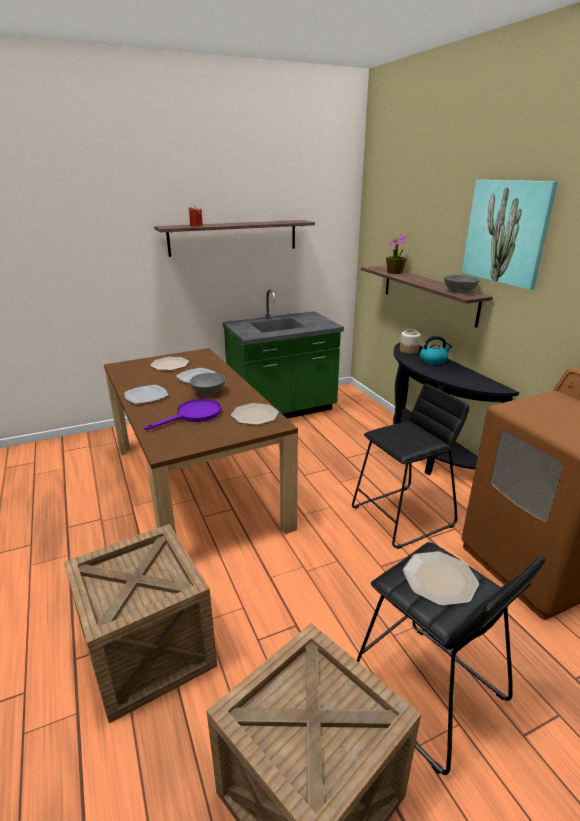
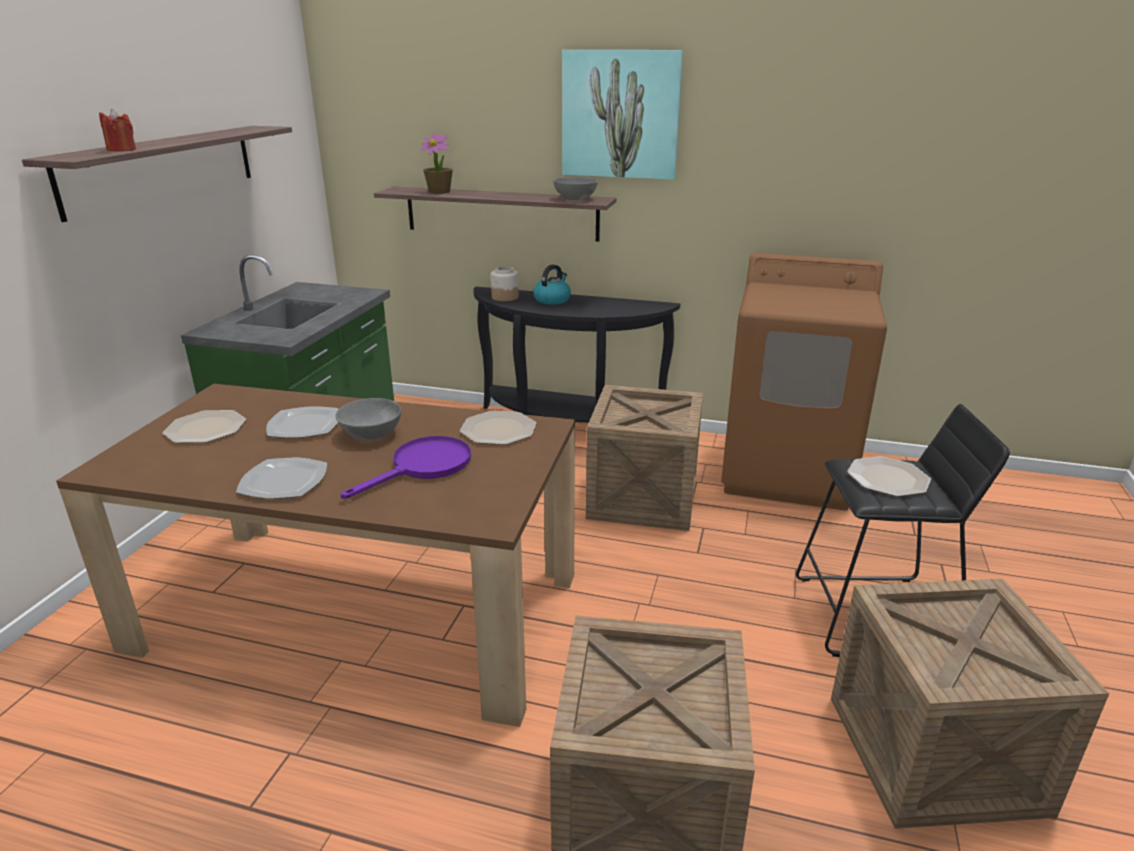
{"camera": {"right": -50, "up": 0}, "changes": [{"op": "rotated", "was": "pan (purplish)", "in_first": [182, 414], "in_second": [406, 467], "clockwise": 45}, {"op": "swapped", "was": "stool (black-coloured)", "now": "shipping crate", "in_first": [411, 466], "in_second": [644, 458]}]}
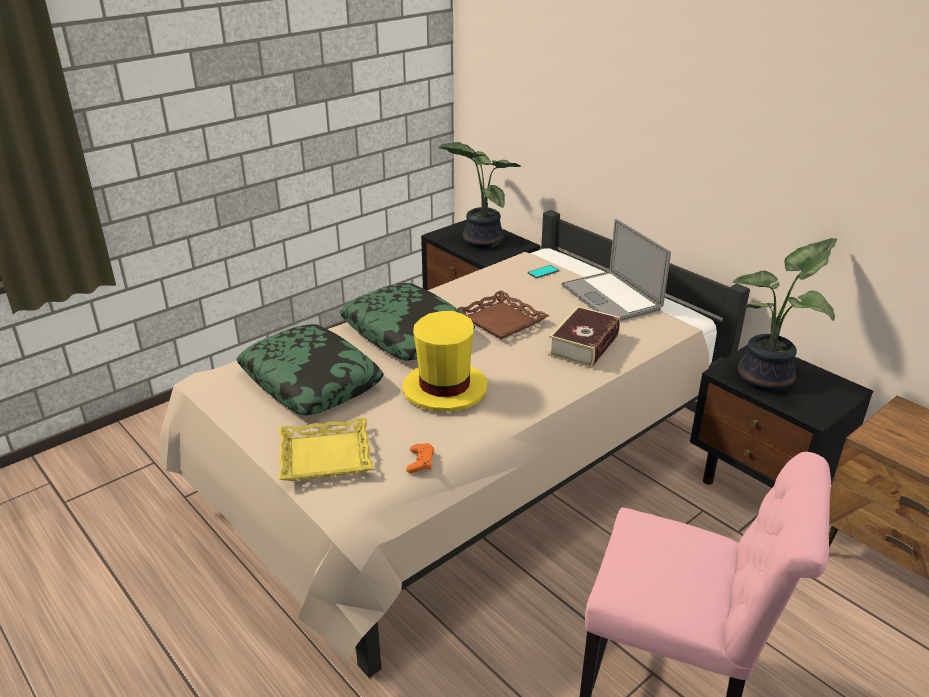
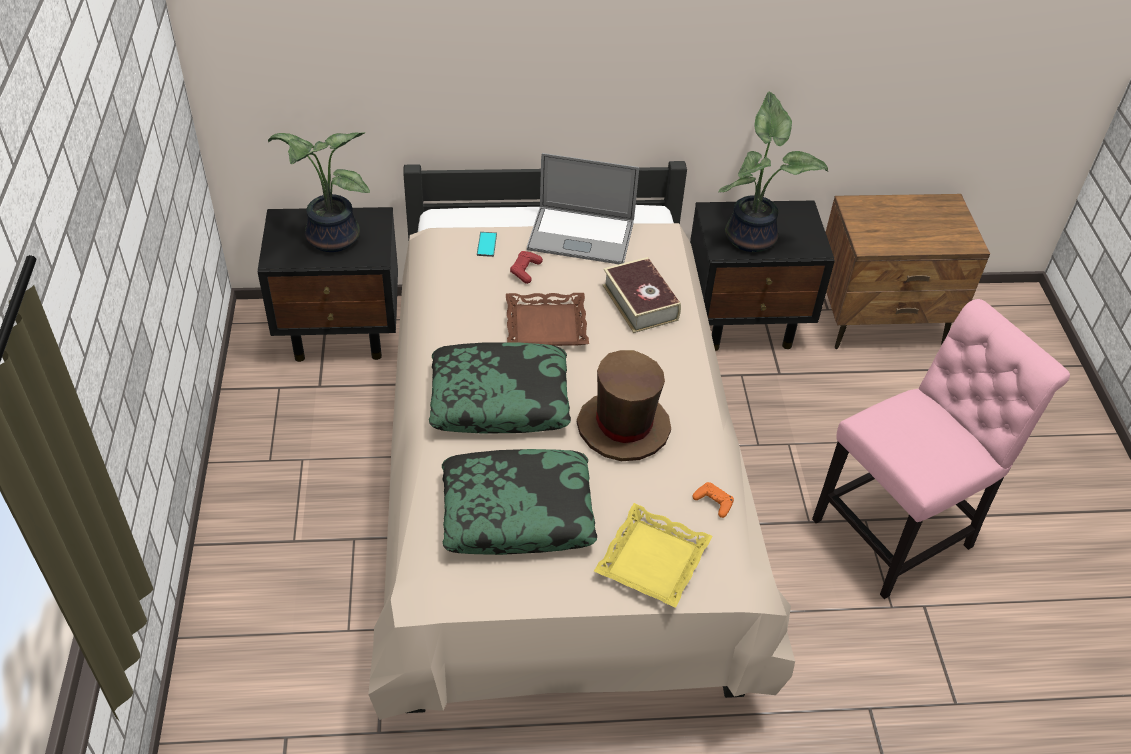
{"camera": {"right": -55, "up": 15}, "changes": [{"op": "new", "now": "gamepad (reddish)", "in_second": [526, 267]}, {"op": "repainted", "was": "wearable hat (yellowish)", "now": "wearable hat (brown-coloured)", "in_first": [444, 361], "in_second": [624, 405]}]}
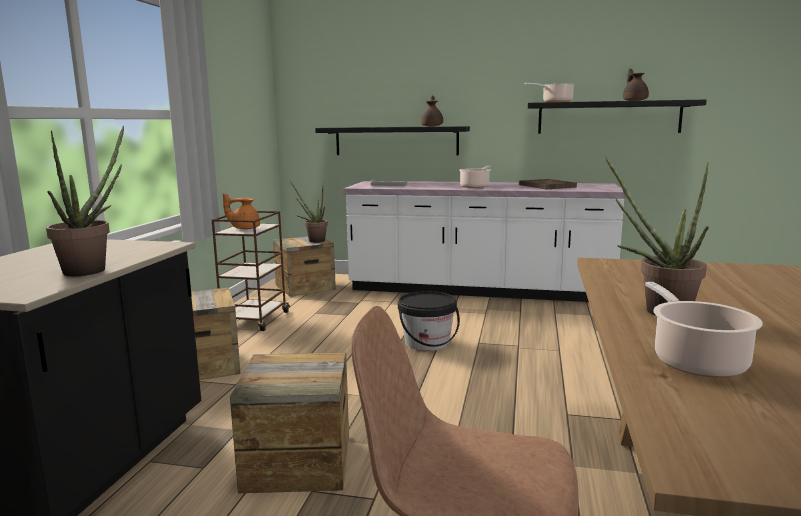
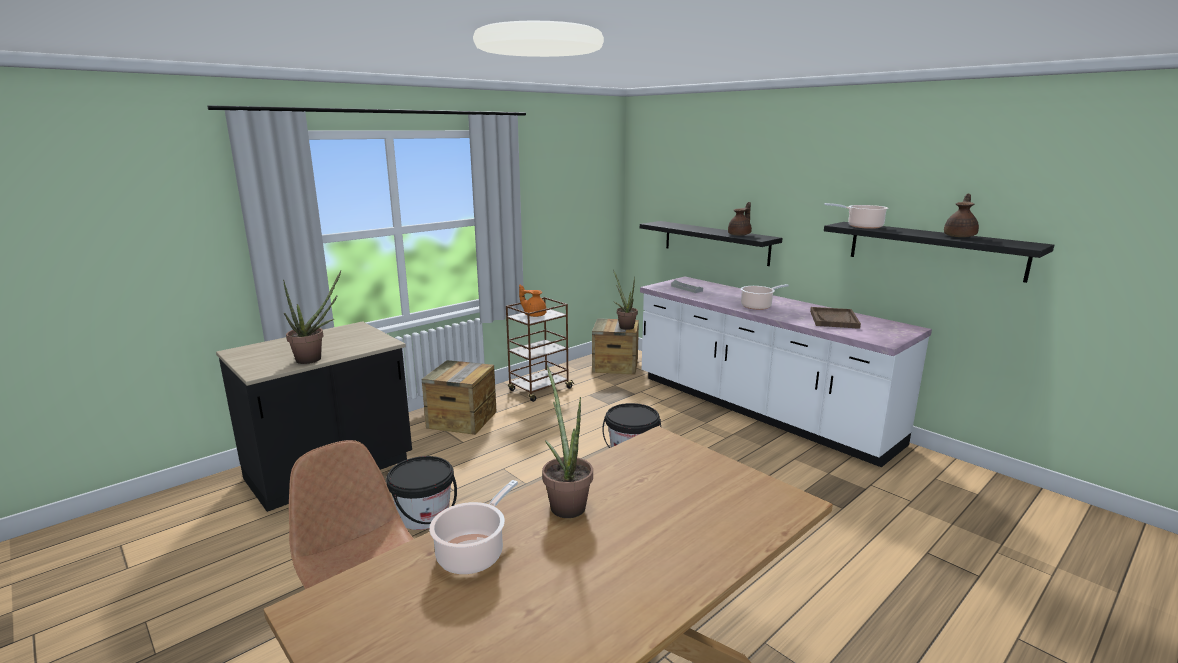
{"camera": {"right": 35, "up": 5}, "changes": [{"op": "swapped", "was": "shipping crate", "now": "pail (black-coloured)", "in_first": [289, 422], "in_second": [421, 493]}]}
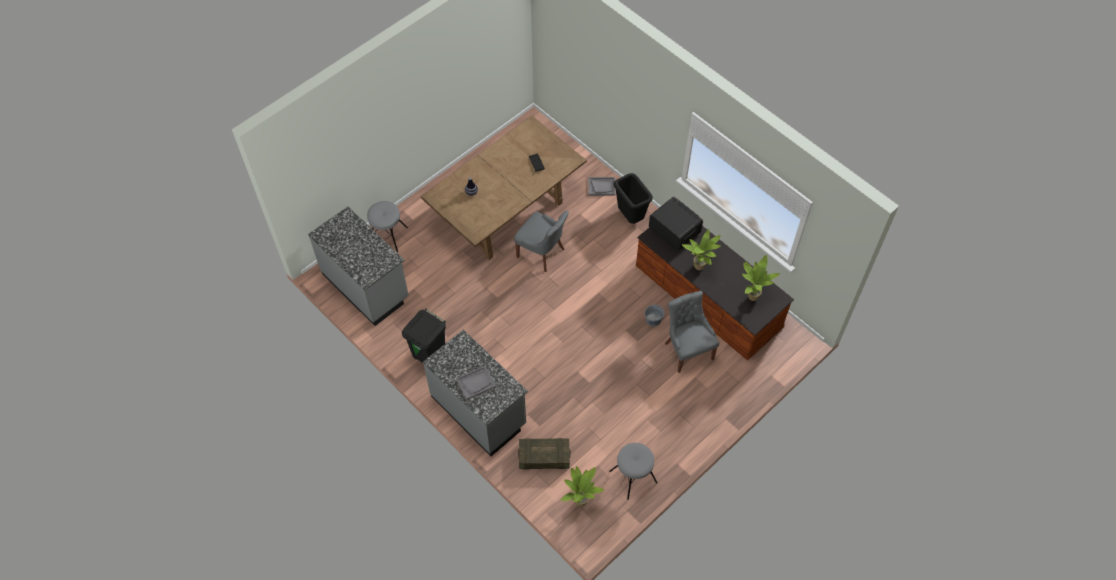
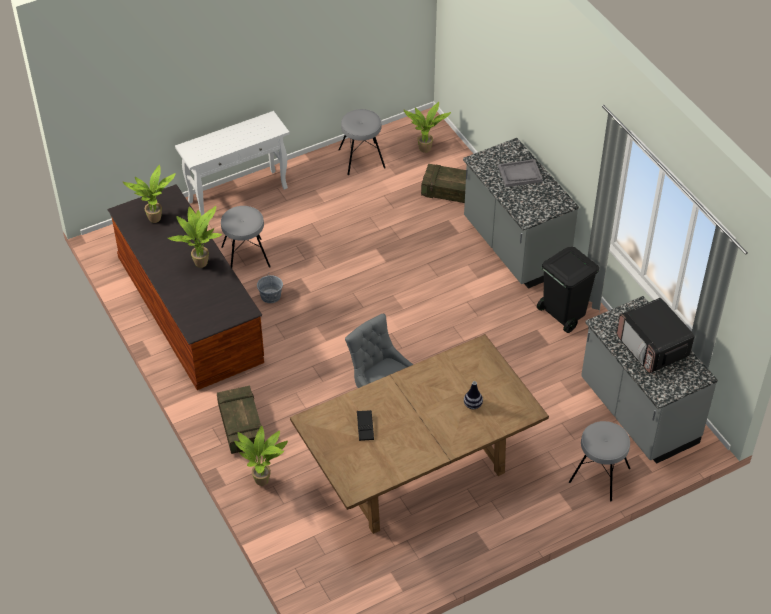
{"camera": {"right": -165, "up": -10}, "changes": [{"op": "new", "now": "narrow table (white-coloured)", "in_second": [232, 163]}, {"op": "swapped", "was": "trash can (black-coloured)", "now": "shipping crate", "in_first": [633, 198], "in_second": [241, 420]}, {"op": "swapped", "was": "chair (gray)", "now": "stool (gray)", "in_first": [692, 332], "in_second": [246, 237]}, {"op": "swapped", "was": "serving tray (gray)", "now": "houseplant", "in_first": [602, 186], "in_second": [261, 456]}, {"op": "shifted", "was": "microwave oven", "in_first": [676, 223], "in_second": [655, 335]}]}
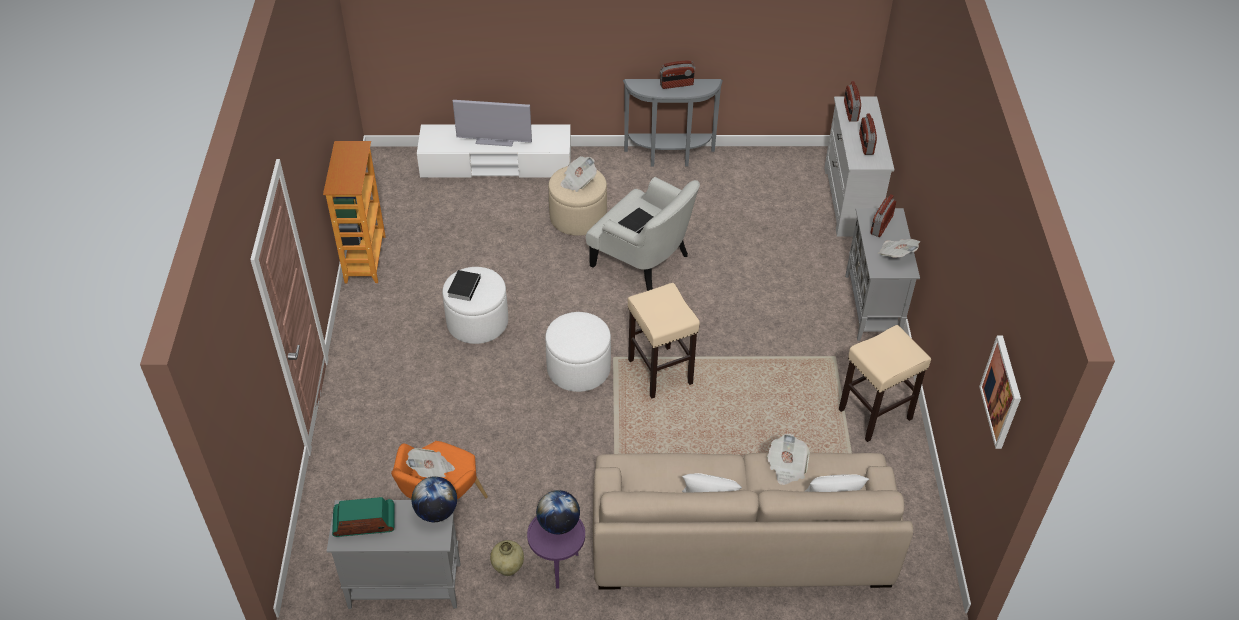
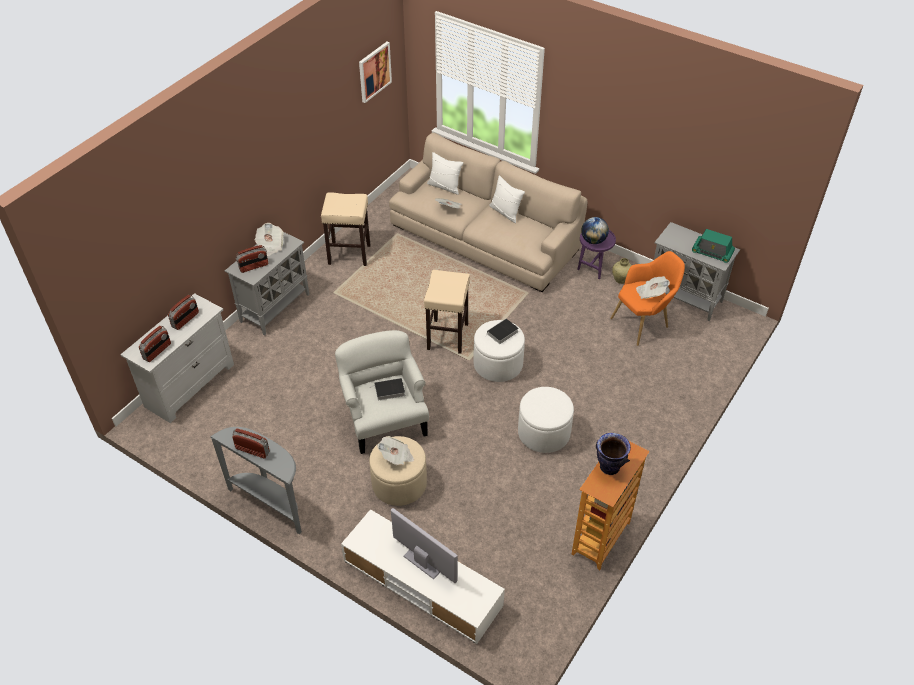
{"camera": {"right": -145, "up": 0}, "changes": [{"op": "shifted", "was": "bound book", "in_first": [464, 285], "in_second": [501, 331]}, {"op": "new", "now": "flower vase", "in_second": [613, 454]}, {"op": "gone", "was": "desk globe", "in_first": [434, 499]}]}
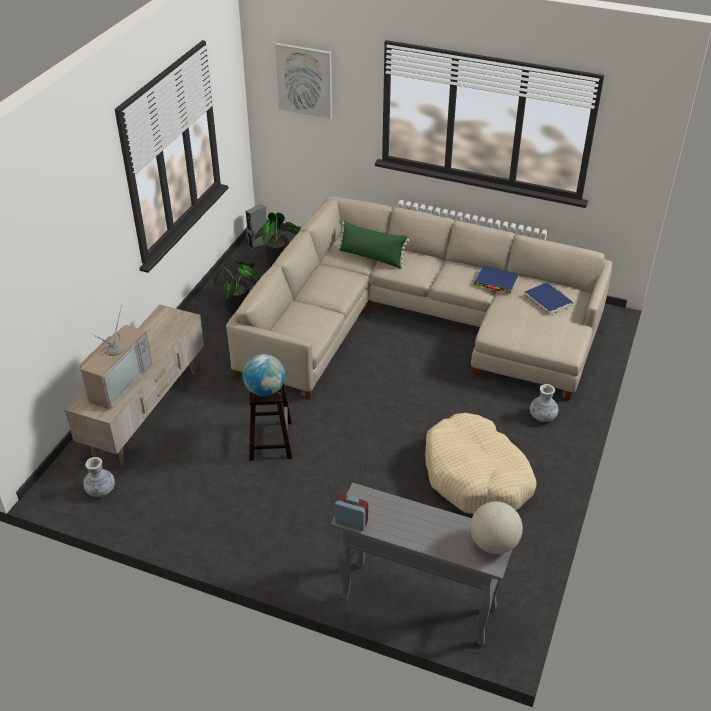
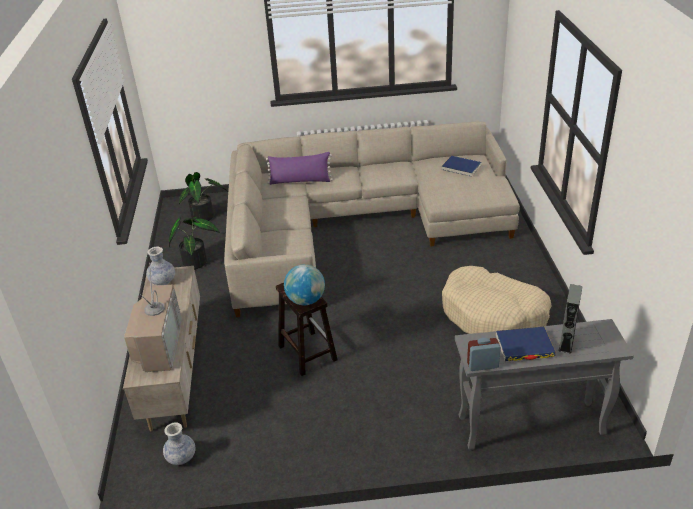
{"camera": {"right": -25, "up": -5}, "changes": [{"op": "shifted", "was": "flower vase", "in_first": [544, 403], "in_second": [160, 266]}, {"op": "repainted", "was": "throw pillow (green)", "now": "throw pillow (purplish)", "in_first": [373, 244], "in_second": [299, 168]}, {"op": "shifted", "was": "bound book (blue)", "in_first": [496, 279], "in_second": [526, 344]}, {"op": "shifted", "was": "loudspeaker (gray)", "in_first": [256, 226], "in_second": [571, 319]}, {"op": "gone", "was": "picture", "in_first": [303, 81]}, {"op": "gone", "was": "desk globe", "in_first": [496, 528]}]}
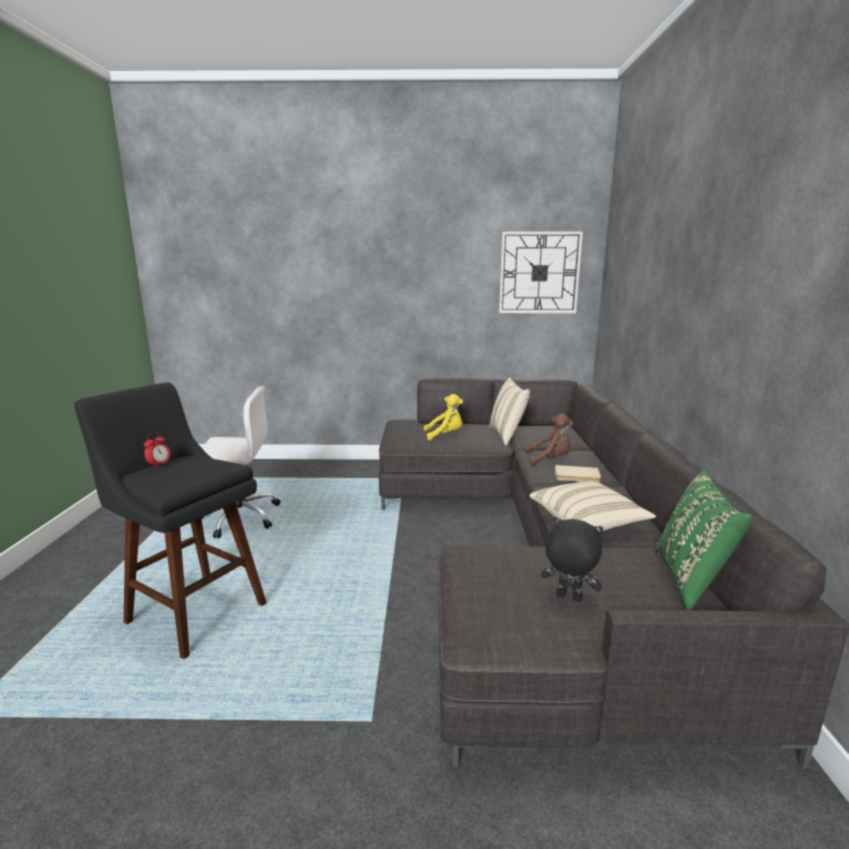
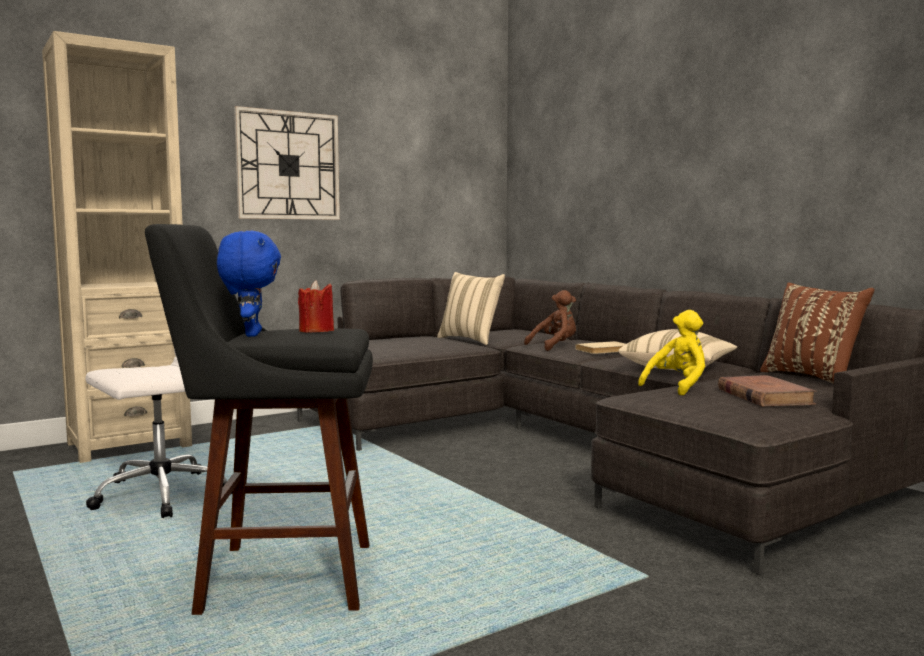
{"camera": {"right": -35, "up": -10}, "changes": [{"op": "new", "now": "shelving unit (beige)", "in_second": [117, 247]}, {"op": "swapped", "was": "bedside clock", "now": "plush toy (blue)", "in_first": [157, 451], "in_second": [249, 284]}, {"op": "shifted", "was": "clock on the wall", "in_first": [541, 272], "in_second": [287, 163]}, {"op": "new", "now": "wax candle (reddish)", "in_second": [316, 306]}, {"op": "shifted", "was": "plush toy (yellowish)", "in_first": [443, 417], "in_second": [671, 352]}, {"op": "swapped", "was": "plush toy (black-coloured)", "now": "bound book (brown-coloured)", "in_first": [572, 559], "in_second": [767, 391]}, {"op": "repainted", "was": "throw pillow (green)", "now": "throw pillow (brown-coloured)", "in_first": [703, 540], "in_second": [817, 333]}]}
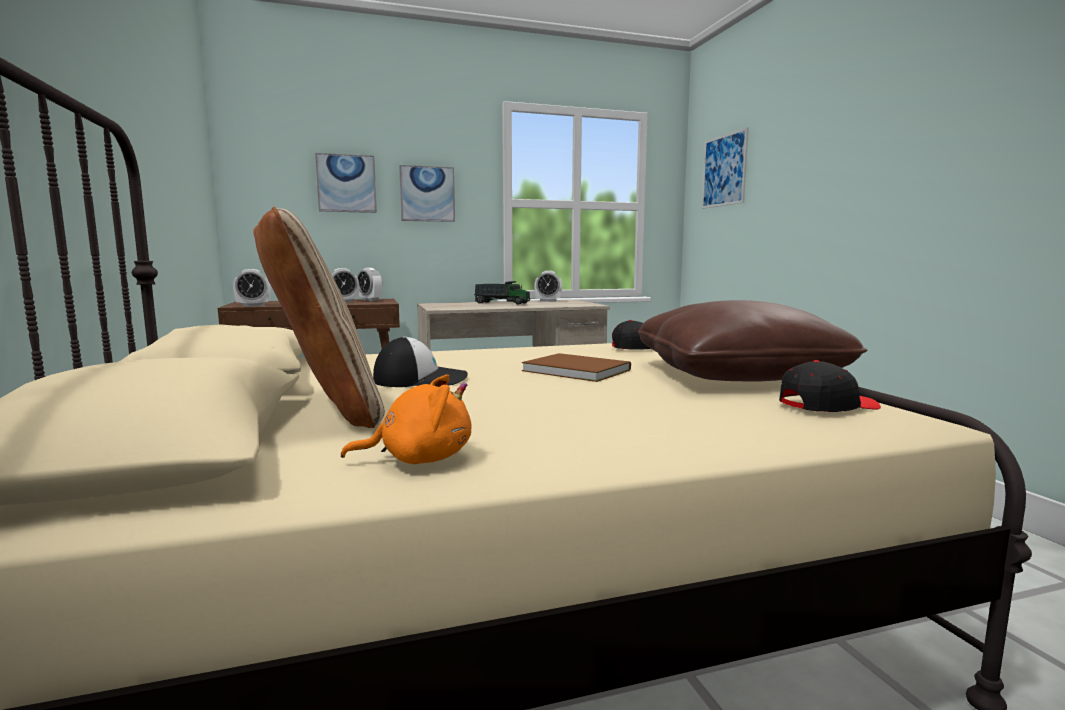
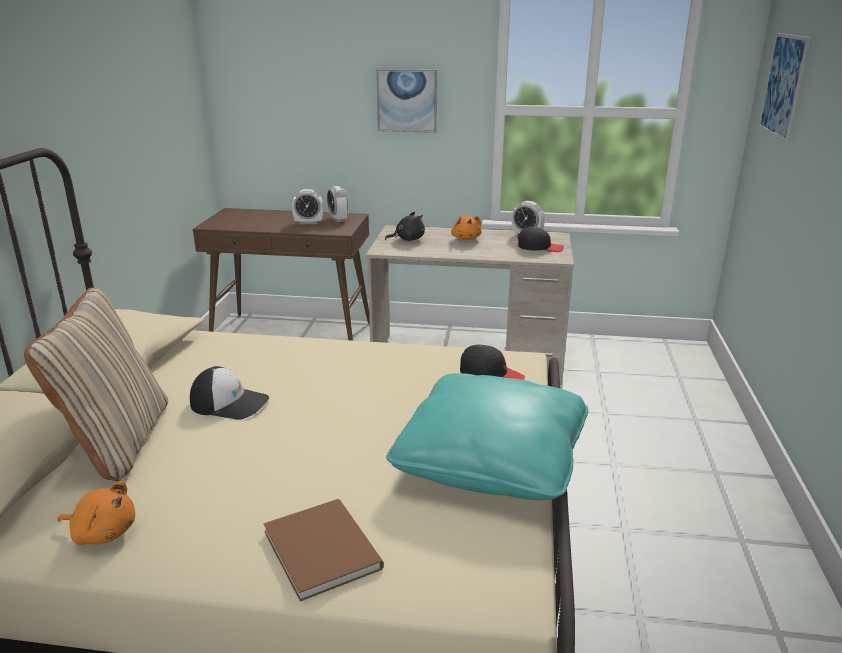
{"camera": {"right": 25, "up": 15}, "changes": [{"op": "shifted", "was": "bound book (brown-coloured)", "in_first": [576, 367], "in_second": [323, 550]}, {"op": "new", "now": "plush toy (black-coloured)", "in_second": [405, 226]}, {"op": "repainted", "was": "throw pillow (brown-coloured)", "now": "throw pillow (turquoise)", "in_first": [752, 341], "in_second": [487, 436]}, {"op": "swapped", "was": "model truck", "now": "plush toy (orange-coloured)", "in_first": [502, 293], "in_second": [466, 228]}, {"op": "shifted", "was": "baseball cap (black-coloured)", "in_first": [830, 386], "in_second": [541, 239]}, {"op": "gone", "was": "bedside clock", "in_first": [252, 288]}, {"op": "gone", "was": "picture", "in_first": [346, 183]}]}
